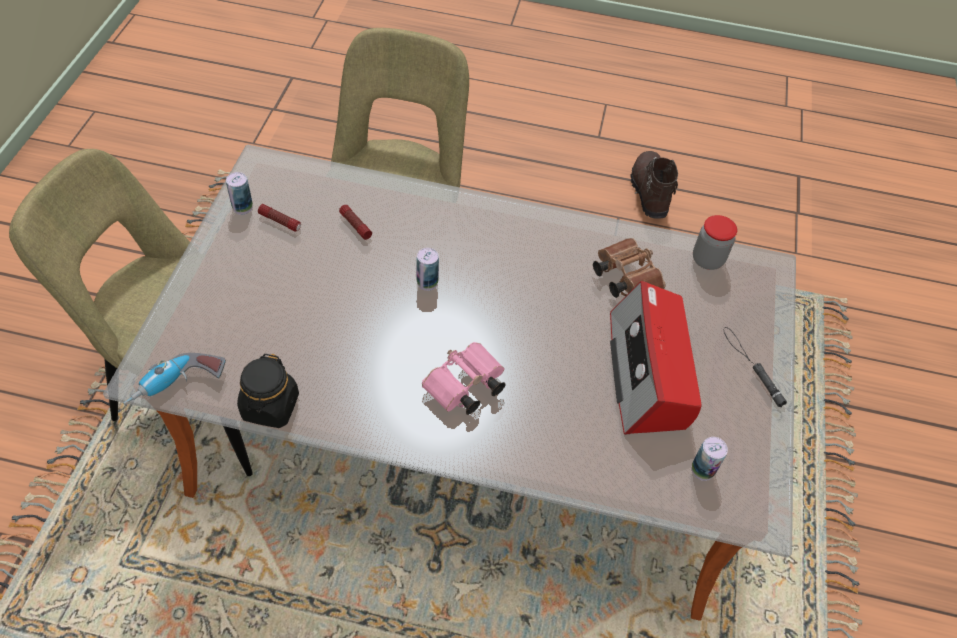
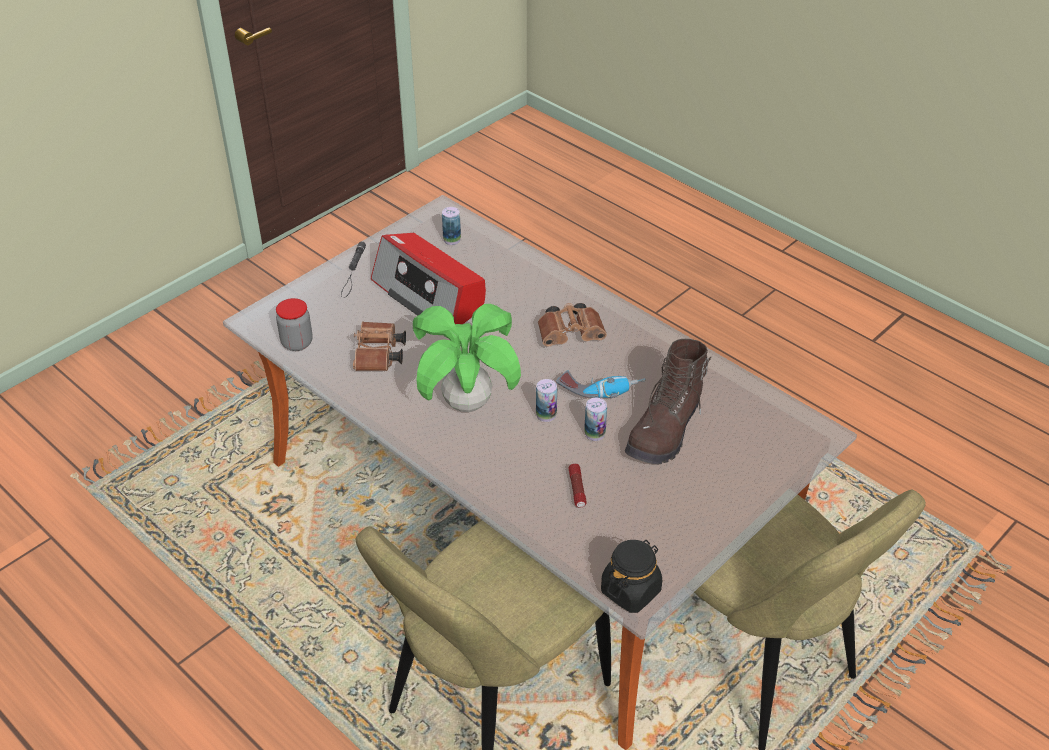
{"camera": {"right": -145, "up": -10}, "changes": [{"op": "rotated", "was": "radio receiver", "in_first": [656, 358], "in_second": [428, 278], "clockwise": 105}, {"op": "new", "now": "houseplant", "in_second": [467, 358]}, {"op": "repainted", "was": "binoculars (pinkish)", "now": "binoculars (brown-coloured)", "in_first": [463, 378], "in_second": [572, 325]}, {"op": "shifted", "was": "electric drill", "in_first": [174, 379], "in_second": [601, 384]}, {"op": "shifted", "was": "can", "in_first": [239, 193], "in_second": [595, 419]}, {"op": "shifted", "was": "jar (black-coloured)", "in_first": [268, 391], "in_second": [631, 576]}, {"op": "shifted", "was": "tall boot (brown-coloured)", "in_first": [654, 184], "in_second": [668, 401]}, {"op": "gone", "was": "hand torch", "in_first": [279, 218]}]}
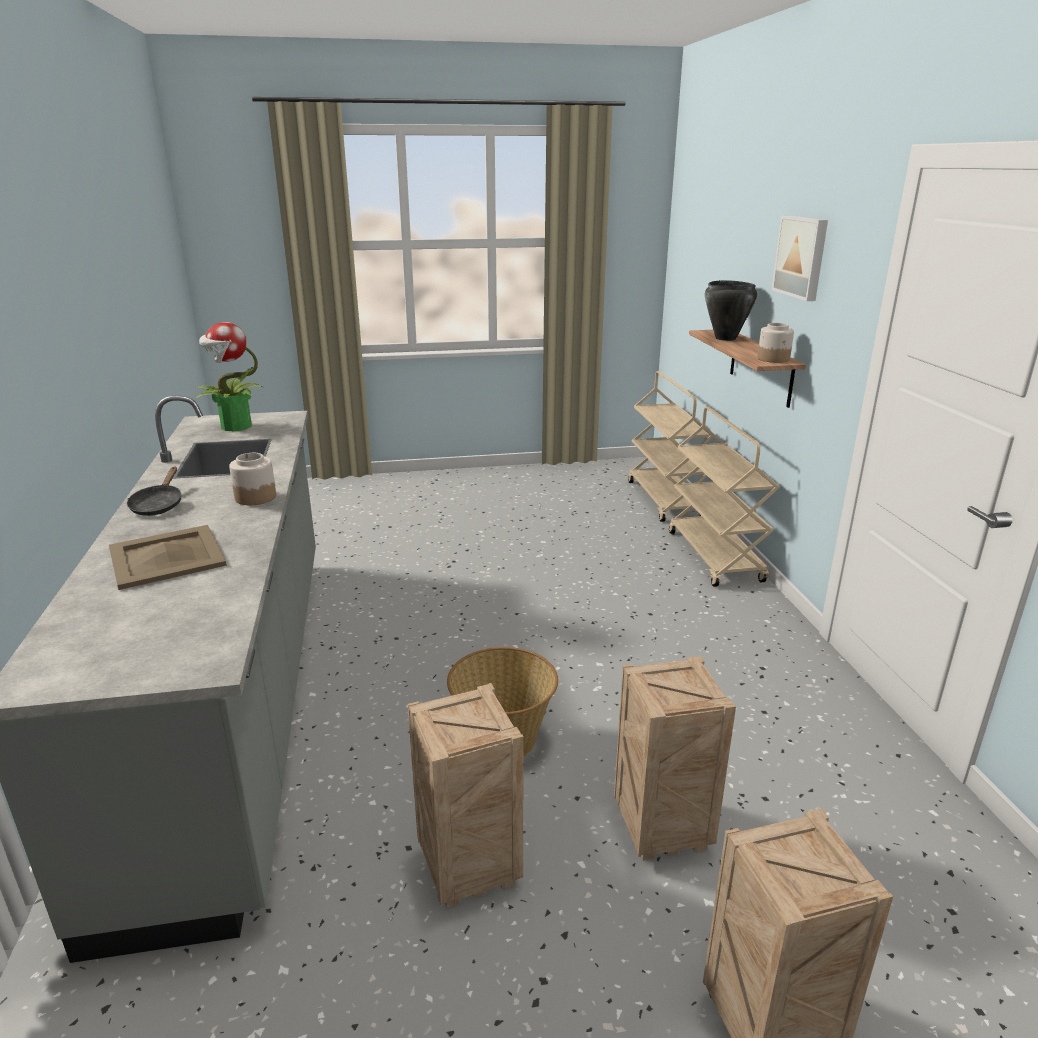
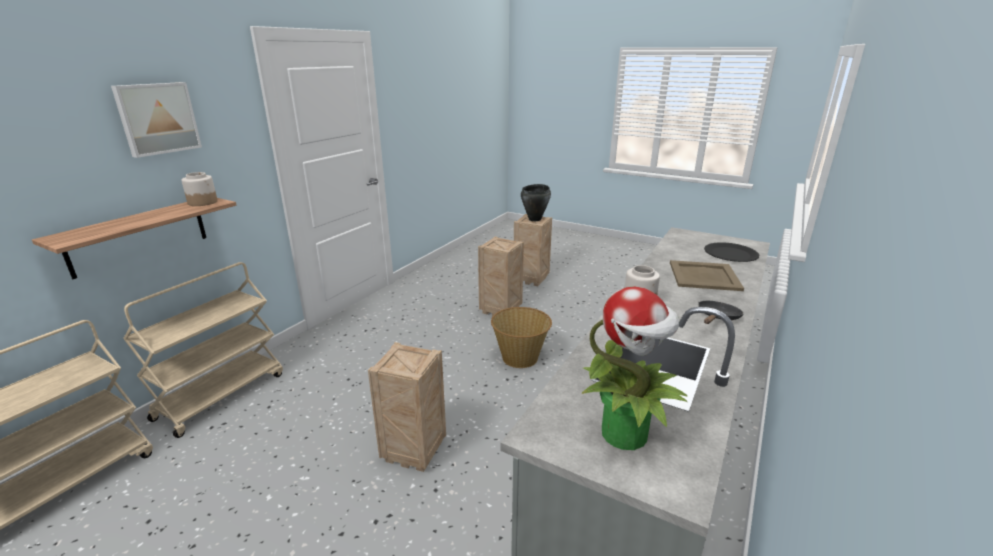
{"camera": {"right": -140, "up": 0}, "changes": [{"op": "shifted", "was": "shipping crate", "in_first": [466, 795], "in_second": [407, 407]}, {"op": "shifted", "was": "cooking pot (black-coloured)", "in_first": [731, 310], "in_second": [536, 202]}, {"op": "new", "now": "flat dish (black-coloured)", "in_second": [731, 252]}]}
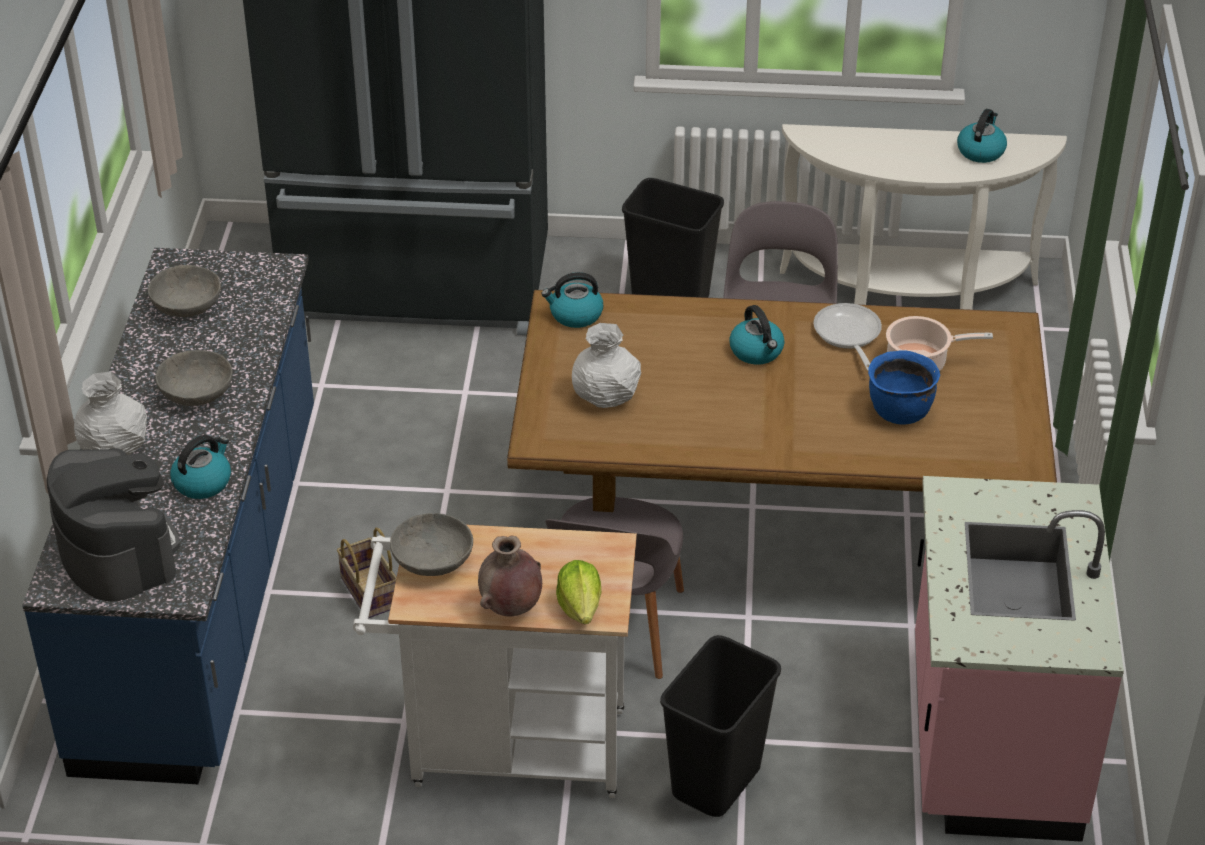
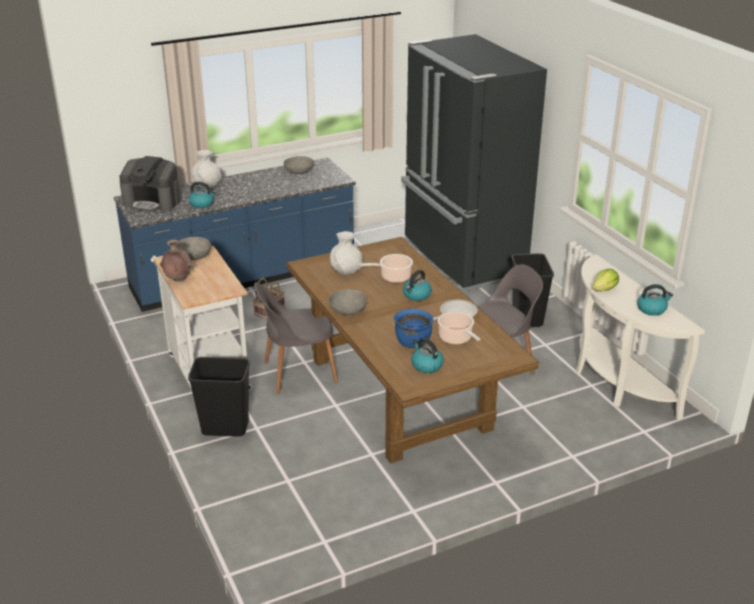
{"camera": {"right": 60, "up": -10}, "changes": [{"op": "rotated", "was": "coffee maker", "in_first": [113, 524], "in_second": [150, 184], "clockwise": 75}, {"op": "shifted", "was": "bowl (gray)", "in_first": [194, 378], "in_second": [348, 302]}, {"op": "new", "now": "cooking pot", "in_second": [386, 268]}, {"op": "shifted", "was": "tea kettle", "in_first": [572, 300], "in_second": [427, 355]}, {"op": "shifted", "was": "lettuce head", "in_first": [578, 592], "in_second": [605, 280]}, {"op": "gone", "was": "kitchen base unit (pinkish)", "in_first": [1019, 659]}]}
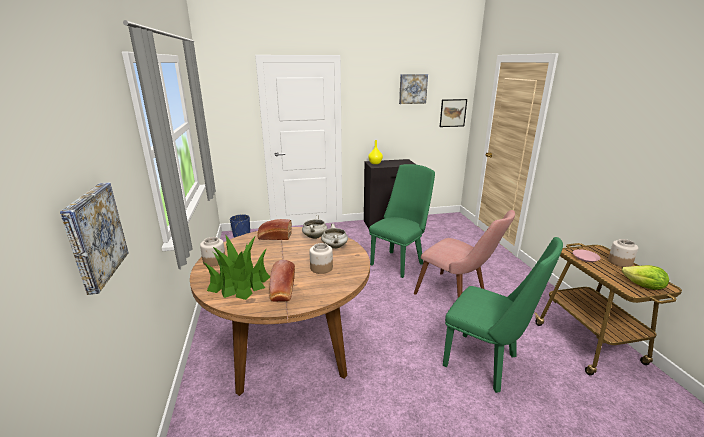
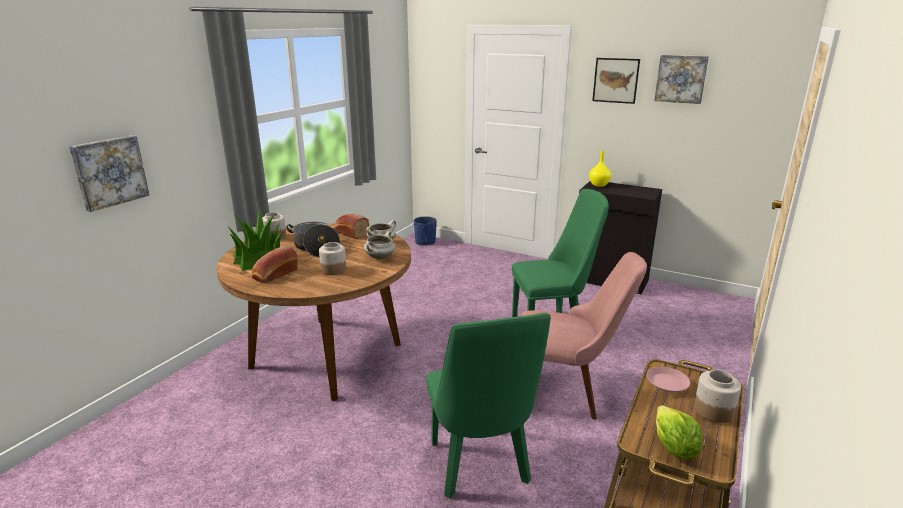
{"camera": {"right": 40, "up": 0}, "changes": [{"op": "new", "now": "cooking pot", "in_second": [313, 240]}, {"op": "rotated", "was": "chair (pinkish)", "in_first": [464, 253], "in_second": [584, 336], "clockwise": -75}, {"op": "shifted", "was": "picture", "in_first": [453, 113], "in_second": [616, 81]}]}
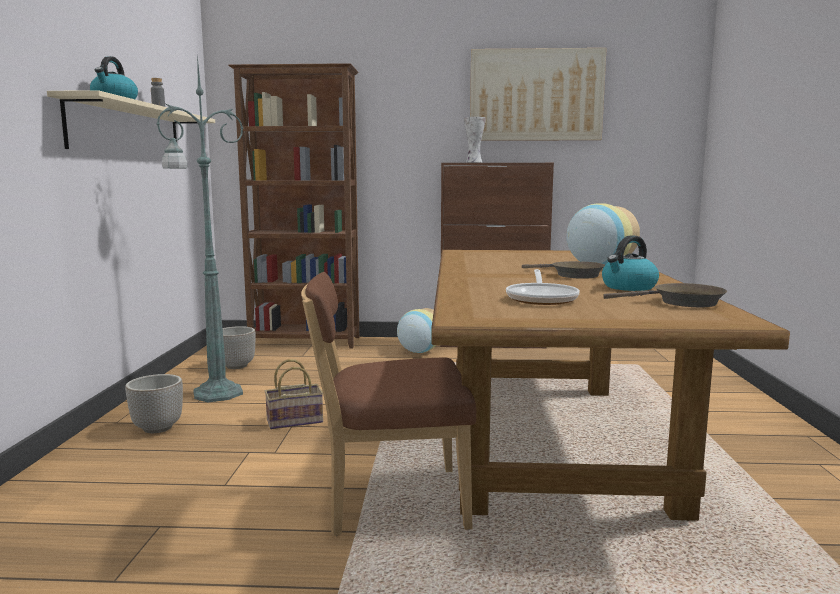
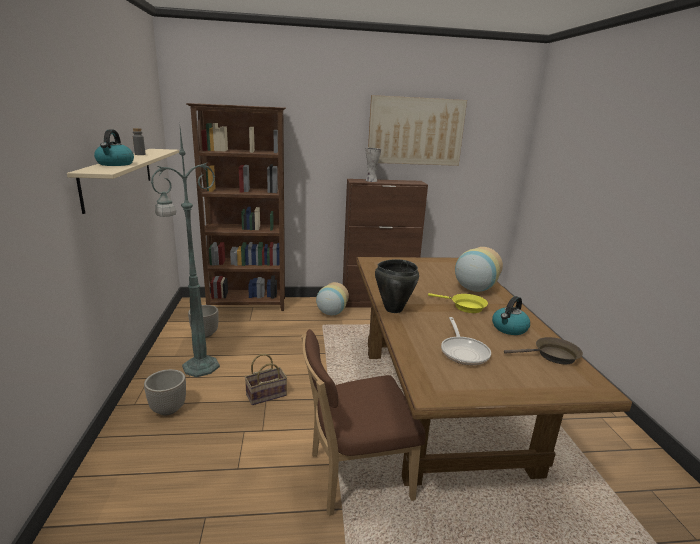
{"camera": {"right": -10, "up": 10}, "changes": [{"op": "new", "now": "cooking pot (black-coloured)", "in_second": [397, 286]}, {"op": "repainted", "was": "pan (brown-coloured)", "now": "pan (yellowish)", "in_first": [563, 270], "in_second": [458, 303]}]}
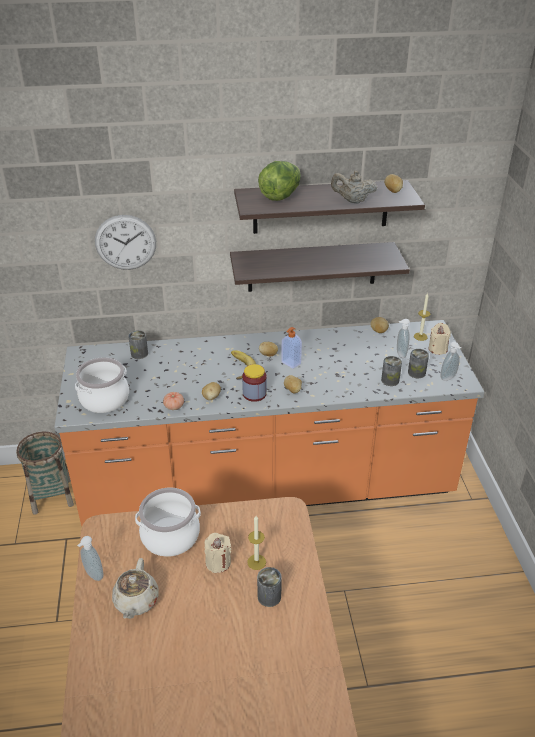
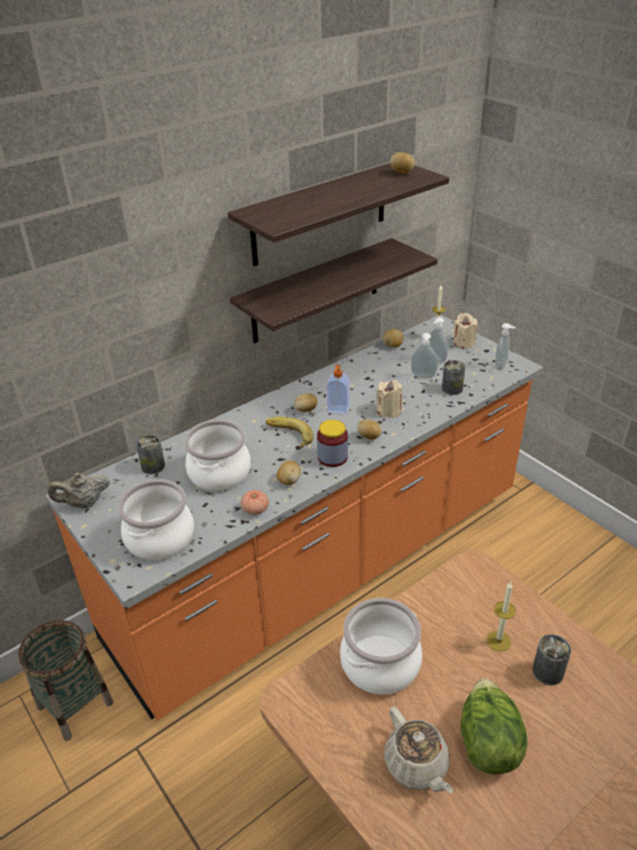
{"camera": {"right": -30, "up": 0}, "changes": [{"op": "shifted", "was": "teapot (beige)", "in_first": [354, 187], "in_second": [79, 490]}, {"op": "new", "now": "cooking pot", "in_second": [217, 455]}, {"op": "shifted", "was": "wax candle (beige)", "in_first": [217, 553], "in_second": [389, 399]}, {"op": "shifted", "was": "liquid soap bottle", "in_first": [90, 558], "in_second": [424, 355]}, {"op": "shifted", "was": "lettuce head", "in_first": [279, 181], "in_second": [494, 726]}, {"op": "gone", "was": "clock on the wall", "in_first": [125, 242]}, {"op": "gone", "was": "can", "in_first": [418, 363]}]}
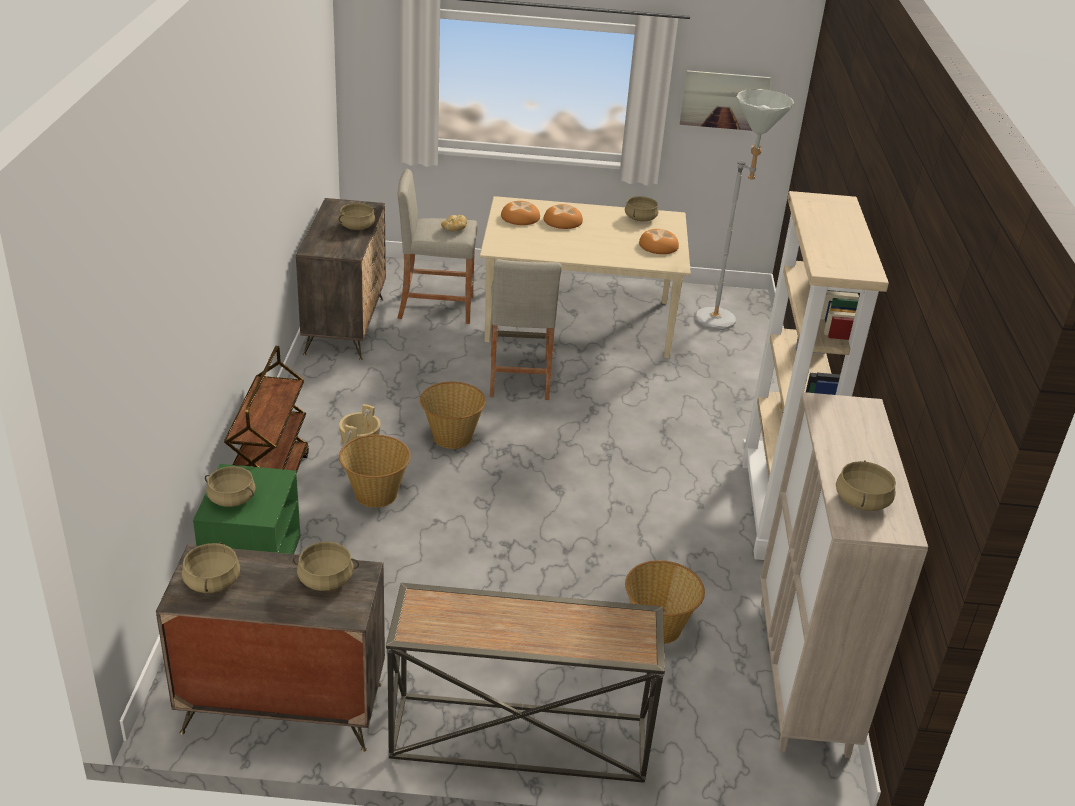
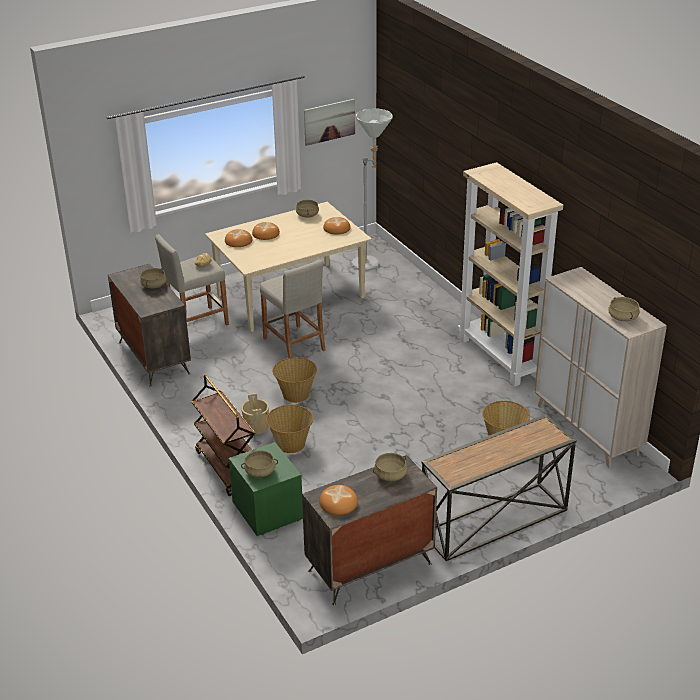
{"camera": {"right": -30, "up": 0}, "changes": [{"op": "swapped", "was": "cooking pot (beige)", "now": "bread", "in_first": [211, 567], "in_second": [338, 500]}]}
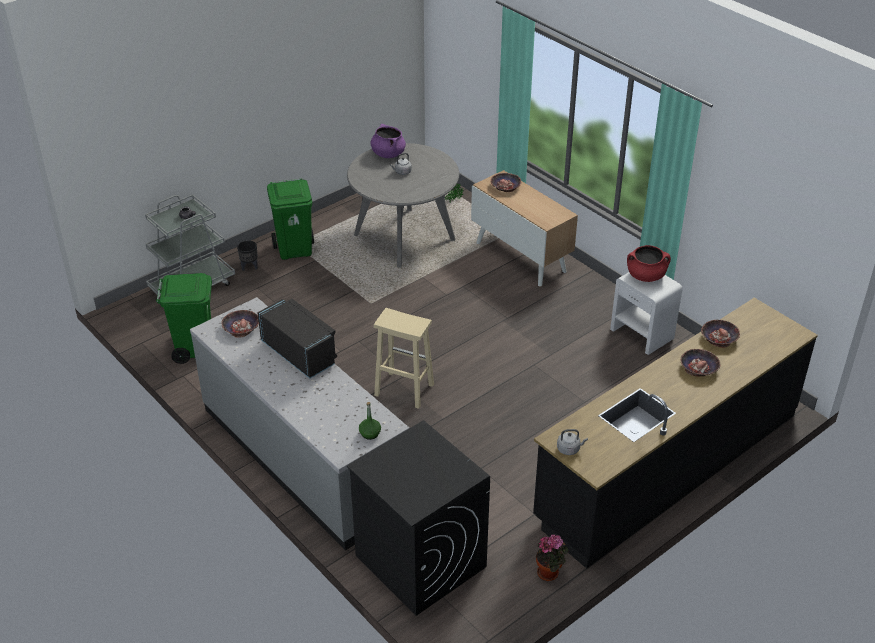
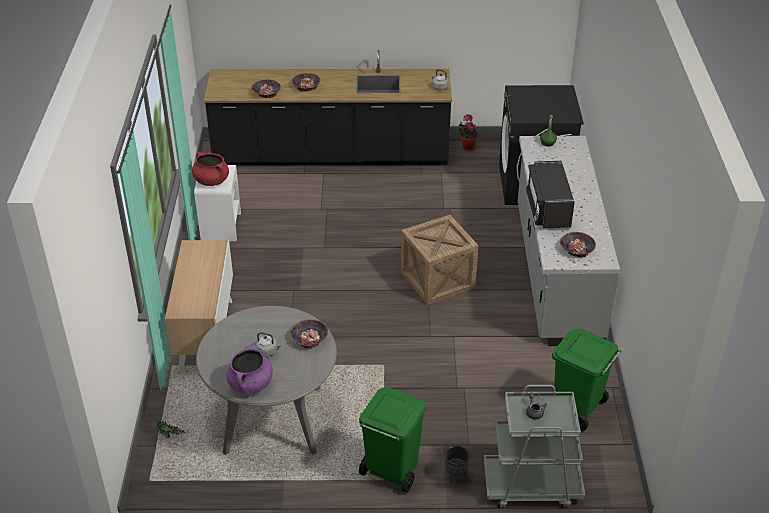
{"camera": {"right": -140, "up": 0}, "changes": [{"op": "shifted", "was": "bowl", "in_first": [505, 182], "in_second": [309, 334]}, {"op": "swapped", "was": "stool (beige)", "now": "shipping crate", "in_first": [404, 358], "in_second": [439, 260]}]}
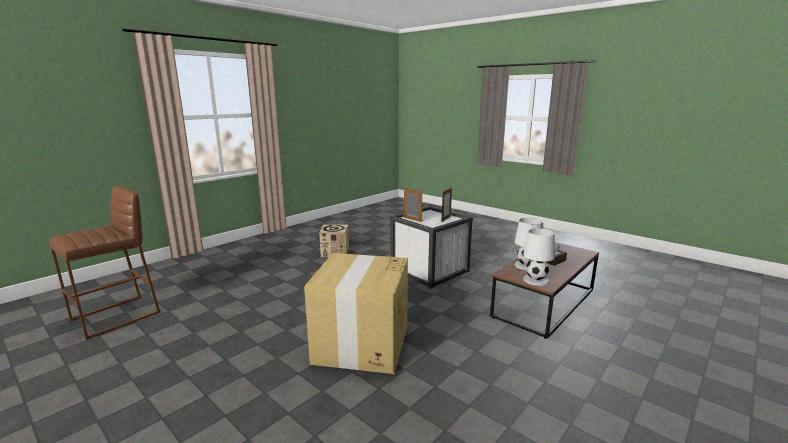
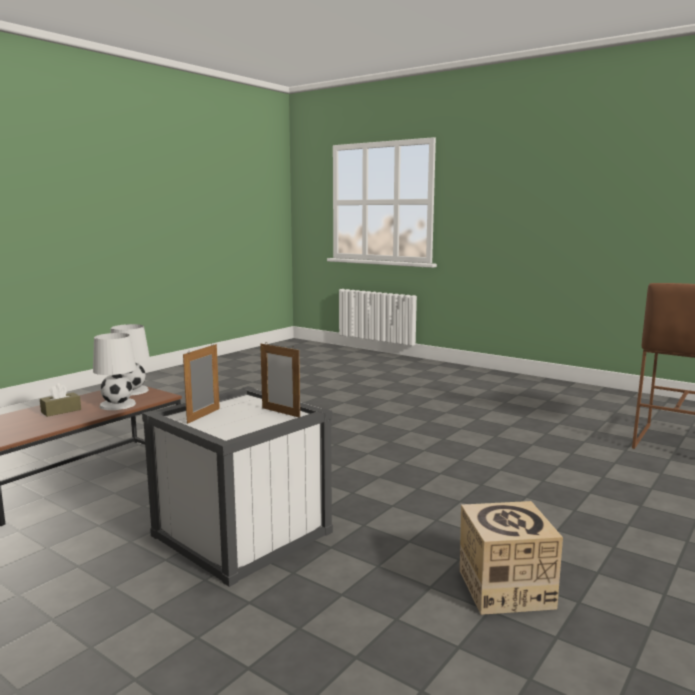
{"camera": {"right": 175, "up": -5}, "changes": [{"op": "gone", "was": "carton", "in_first": [356, 313]}]}
